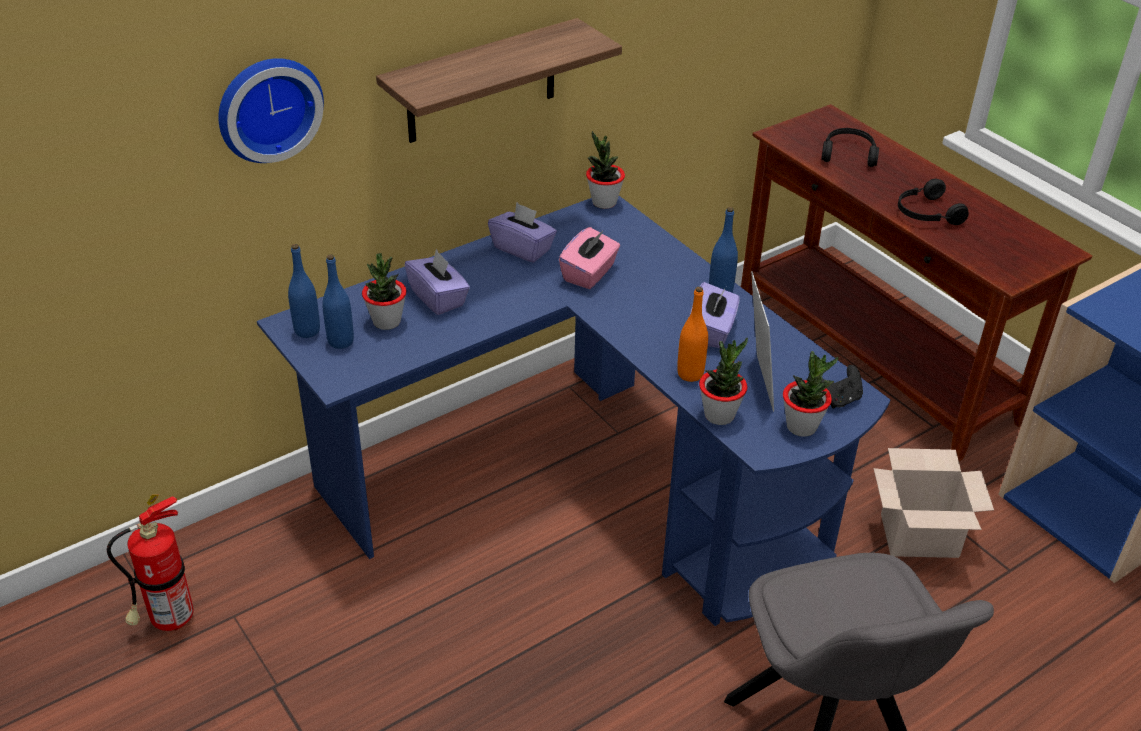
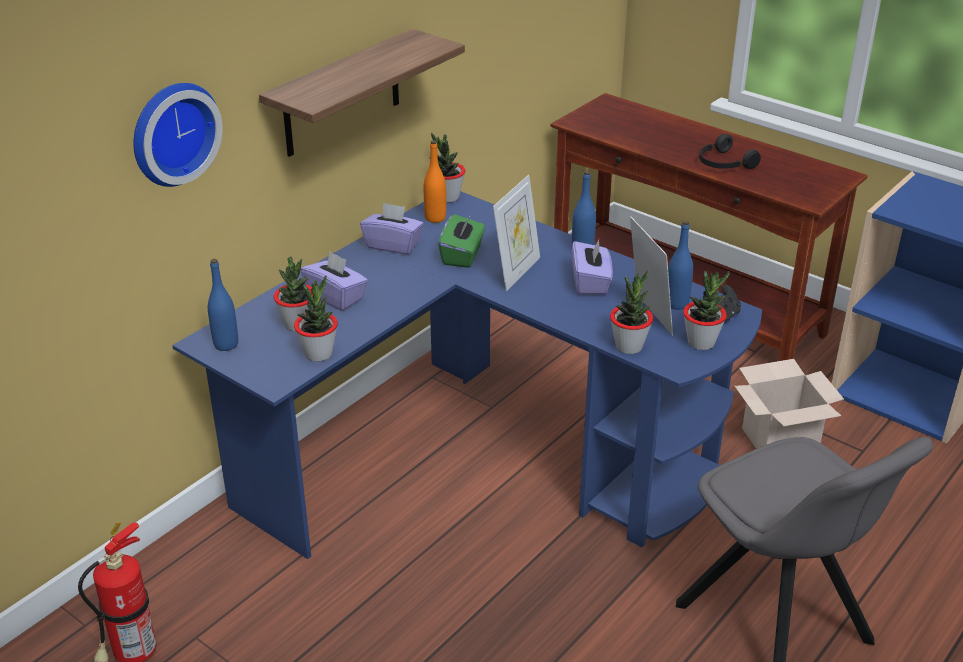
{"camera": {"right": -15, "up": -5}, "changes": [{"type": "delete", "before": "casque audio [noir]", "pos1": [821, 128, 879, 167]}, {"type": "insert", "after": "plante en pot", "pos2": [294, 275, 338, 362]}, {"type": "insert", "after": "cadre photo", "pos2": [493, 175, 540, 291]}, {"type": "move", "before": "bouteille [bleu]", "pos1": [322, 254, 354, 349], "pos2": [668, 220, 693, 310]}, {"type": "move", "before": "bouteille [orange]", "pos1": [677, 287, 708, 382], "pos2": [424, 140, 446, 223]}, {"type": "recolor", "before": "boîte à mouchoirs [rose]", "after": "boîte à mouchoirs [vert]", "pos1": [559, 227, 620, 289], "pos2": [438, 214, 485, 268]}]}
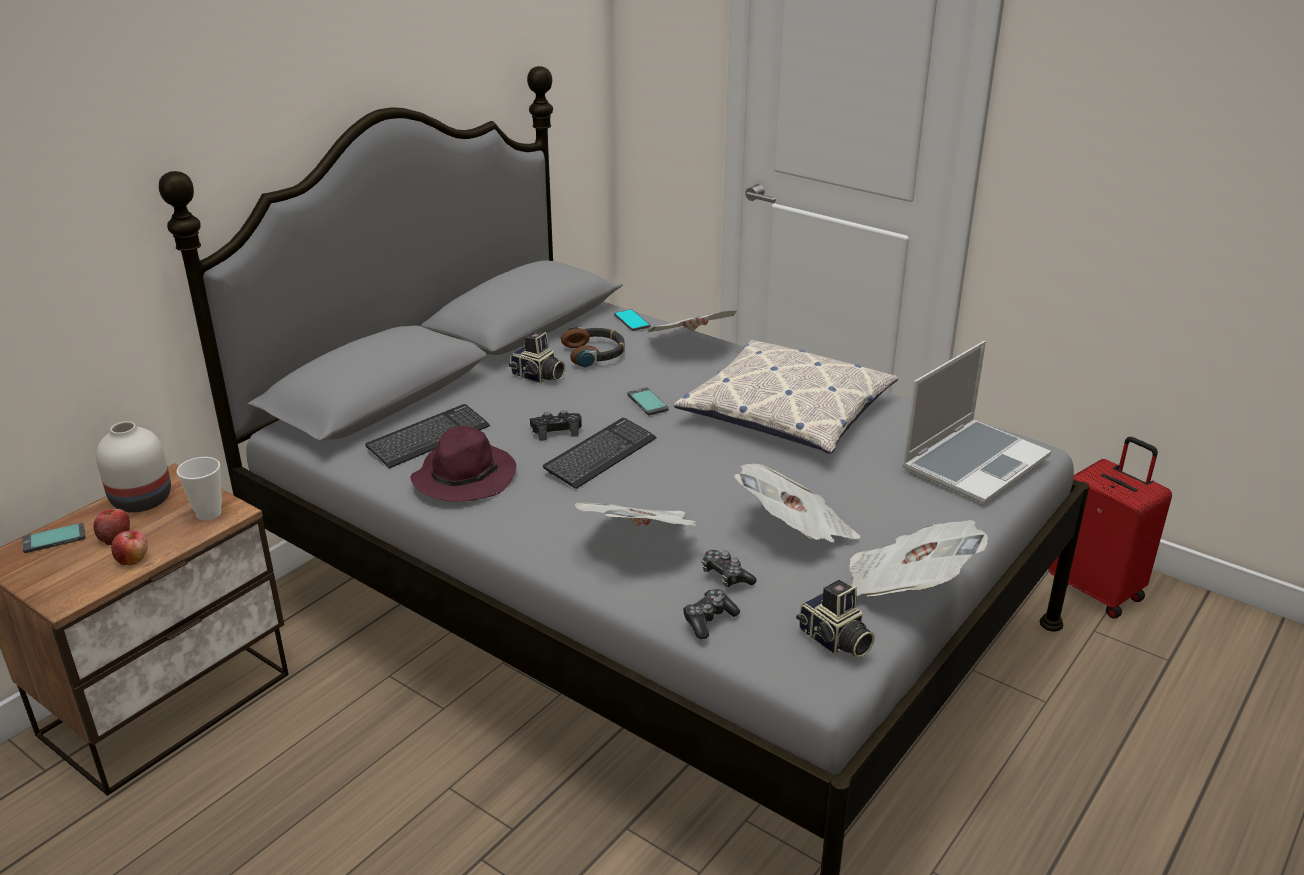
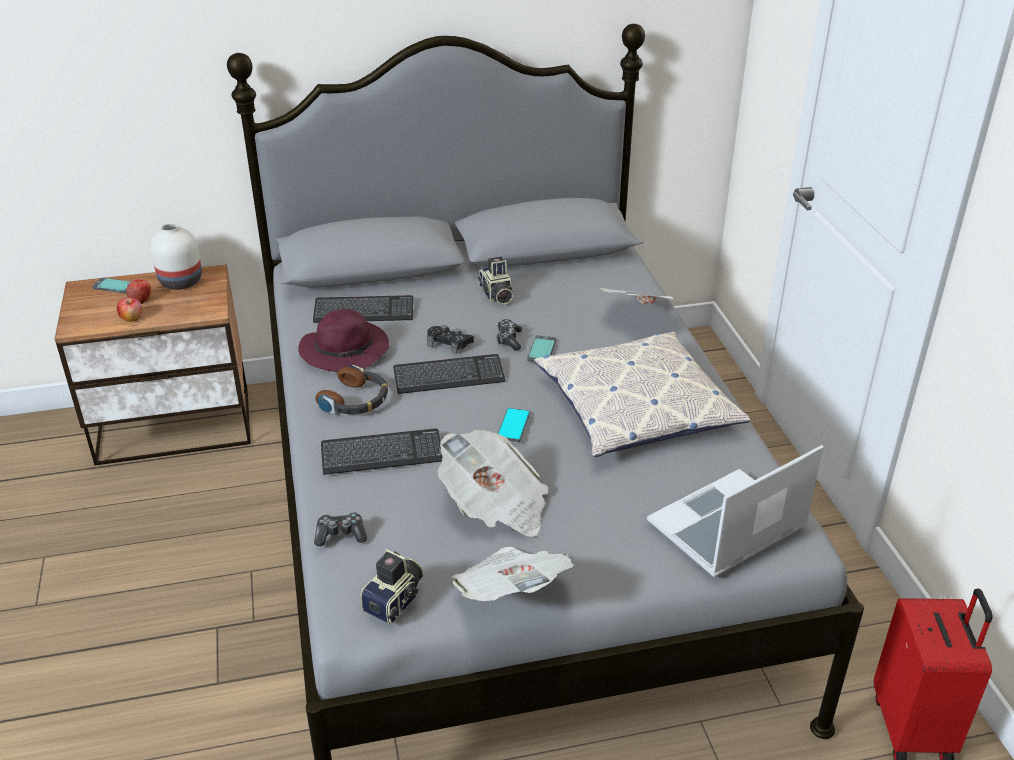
{"camera": {"right": 40, "up": 5}, "changes": [{"type": "delete", "before": "tasse", "pos1": [176, 457, 222, 520]}, {"type": "move", "before": "casque audio", "pos1": [561, 327, 625, 368], "pos2": [315, 365, 388, 414]}, {"type": "move", "before": "téléphone", "pos1": [614, 309, 651, 331], "pos2": [498, 408, 530, 442]}, {"type": "move", "before": "manette", "pos1": [702, 550, 757, 587], "pos2": [496, 319, 522, 351]}, {"type": "replace", "before": "journal", "after": "clavier", "pos1": [575, 503, 697, 526], "pos2": [321, 428, 443, 475]}, {"type": "rotate", "before": "appareil photo", "pos1": [796, 580, 875, 657], "pos2": [360, 549, 424, 624], "turn": -150}, {"type": "rotate", "before": "ordinateur portable", "pos1": [902, 341, 1051, 504], "pos2": [647, 445, 823, 578], "turn": 150}]}
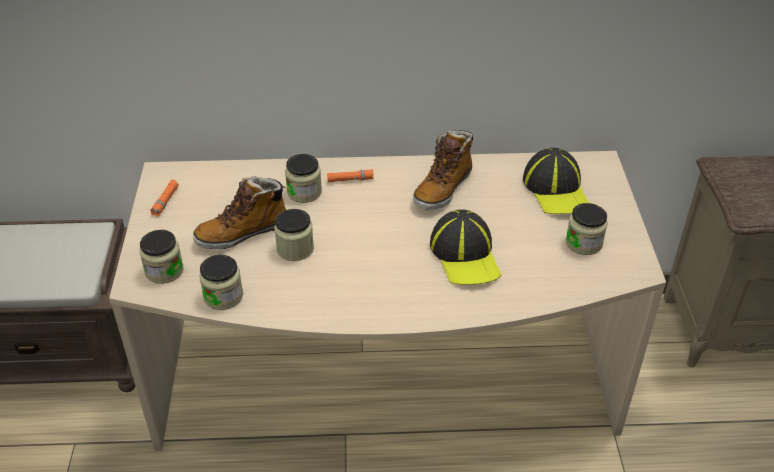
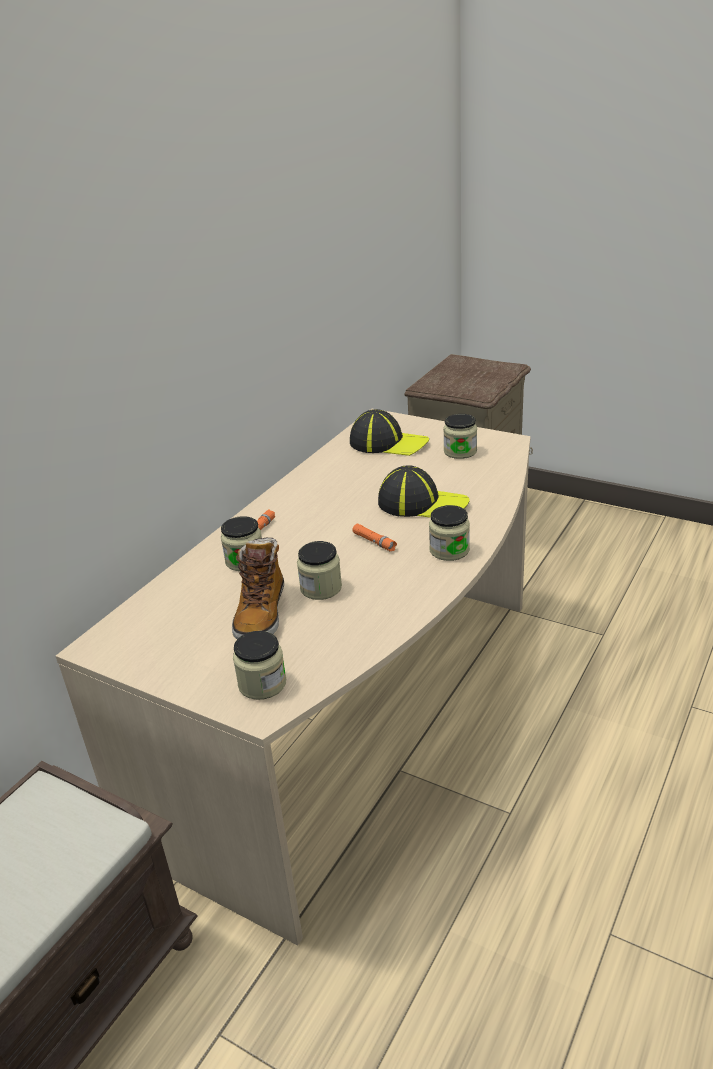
{"camera": {"right": -55, "up": -10}, "changes": [{"type": "delete", "before": "botte", "pos1": [413, 130, 473, 210]}, {"type": "move", "before": "lampe de poche [orange]", "pos1": [151, 180, 179, 217], "pos2": [353, 524, 397, 552]}, {"type": "move", "before": "bocal", "pos1": [199, 255, 243, 310], "pos2": [429, 505, 470, 561]}]}
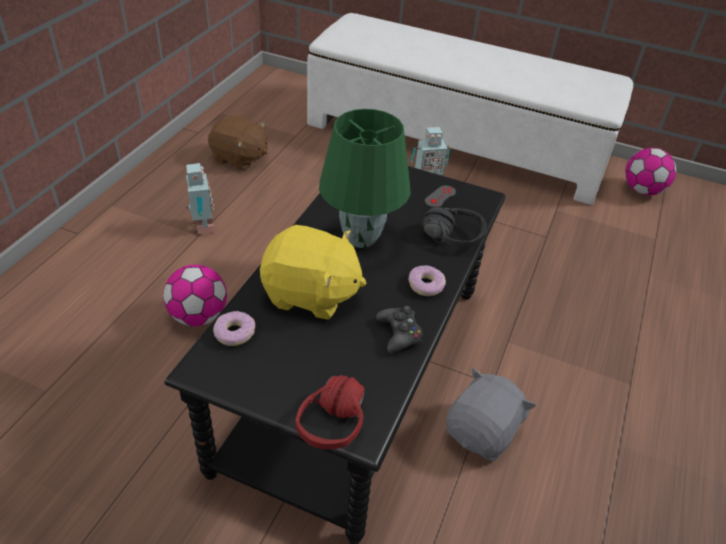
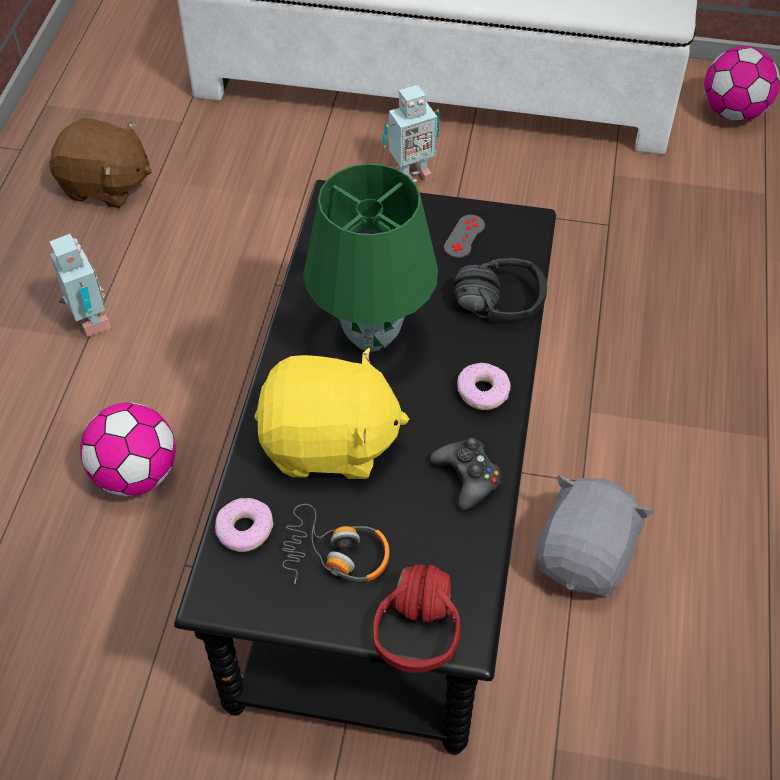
{"camera": {"right": -10, "up": 10}, "changes": [{"type": "insert", "after": "casque audio", "pos2": [283, 504, 390, 584]}]}
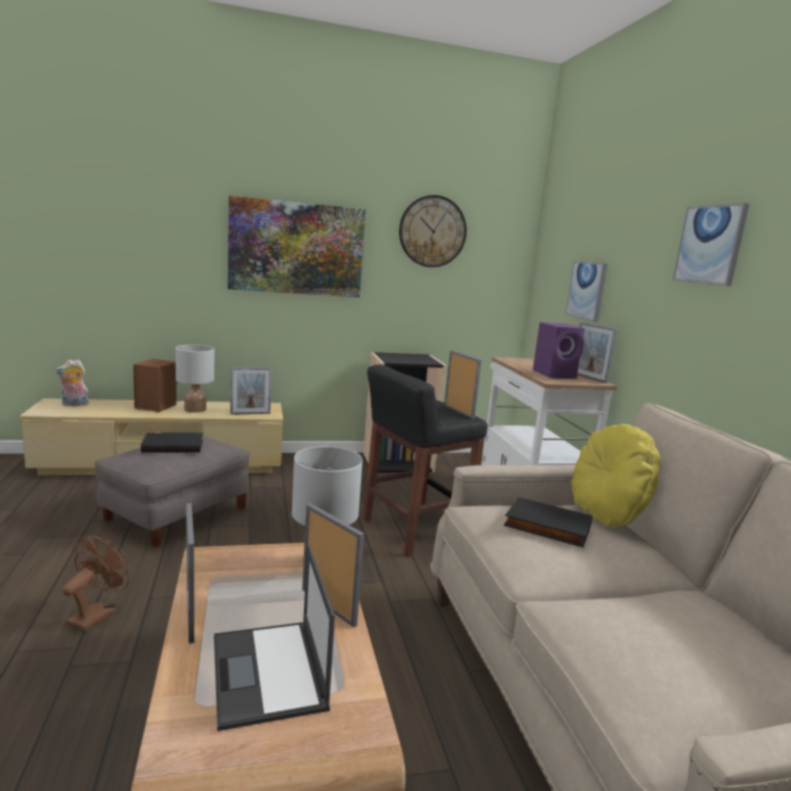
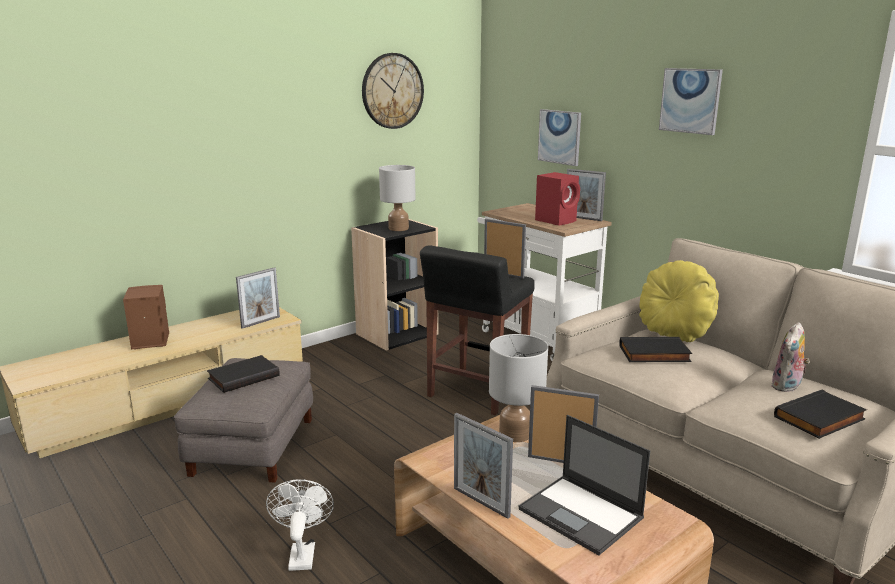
{"camera": {"right": -25, "up": 5}, "changes": [{"type": "delete", "before": "tableau", "pos1": [228, 196, 366, 298]}, {"type": "insert", "after": "livre [noir]", "pos2": [774, 390, 867, 439]}, {"type": "move", "before": "peluche", "pos1": [55, 359, 89, 406], "pos2": [771, 322, 810, 392]}, {"type": "move", "before": "lampe de table [gris]", "pos1": [175, 345, 214, 413], "pos2": [379, 165, 416, 231]}, {"type": "recolor", "before": "ventilateur [marron]", "after": "ventilateur [blanc]", "pos1": [62, 535, 129, 632], "pos2": [266, 480, 334, 571]}, {"type": "recolor", "before": "enceinte [violet]", "after": "enceinte [rouge]", "pos1": [533, 322, 585, 378], "pos2": [535, 172, 580, 225]}]}
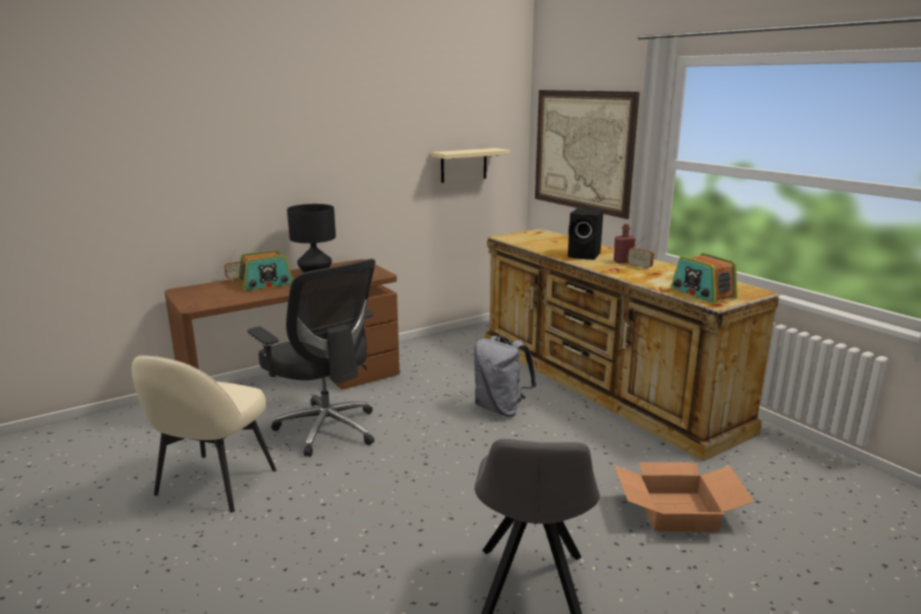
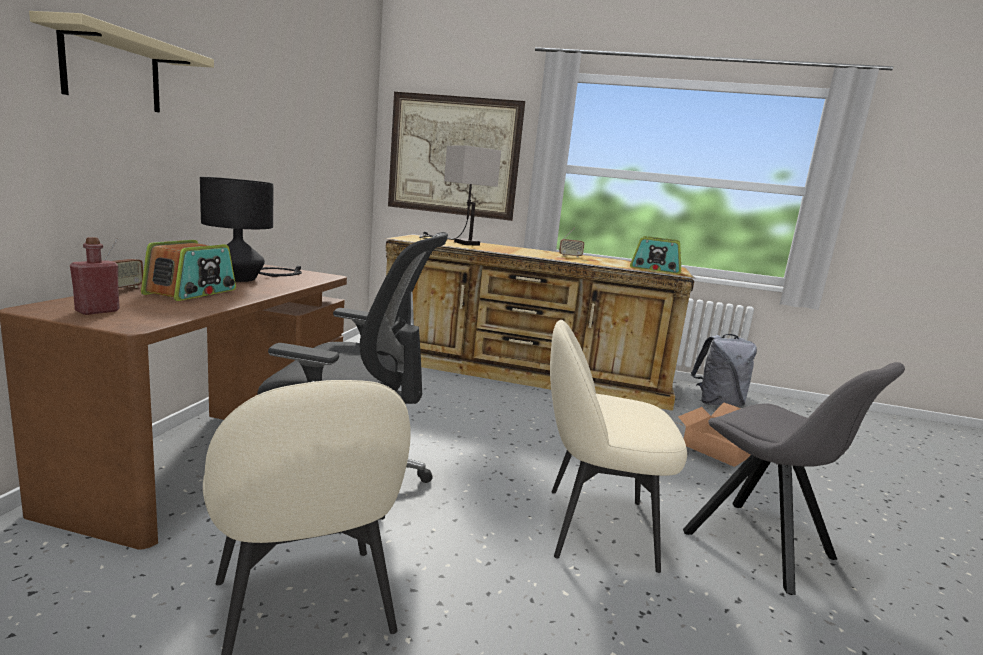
{"camera": {"right": -45, "up": -5}, "changes": [{"type": "delete", "before": "enceinte [noir]", "pos1": [568, 208, 604, 260]}, {"type": "insert", "after": "lampe de table", "pos2": [419, 145, 501, 246]}, {"type": "insert", "after": "chaise [beige]", "pos2": [550, 320, 687, 573]}, {"type": "move", "before": "étagère [beige]", "pos1": [431, 148, 510, 183], "pos2": [29, 11, 214, 113]}, {"type": "move", "before": "sac à dos [gris]", "pos1": [474, 335, 537, 416], "pos2": [690, 334, 757, 406]}, {"type": "move", "before": "bouteille [rouge]", "pos1": [614, 224, 636, 263], "pos2": [70, 237, 120, 315]}]}
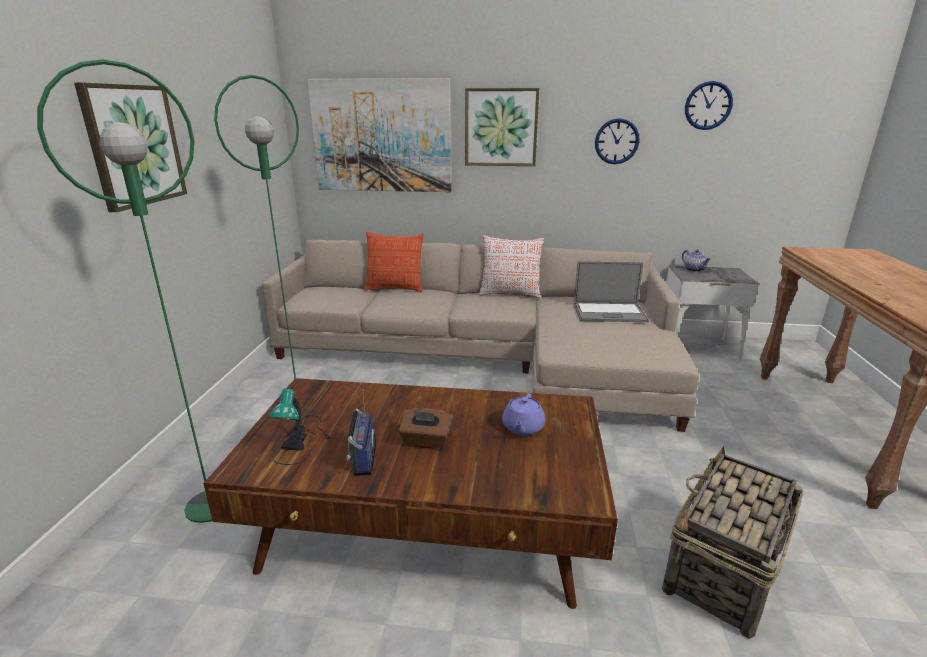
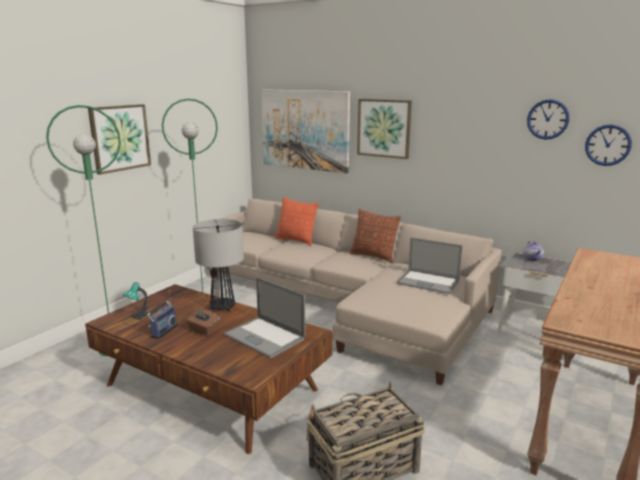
{"camera": {"right": 25, "up": -5}, "changes": [{"type": "insert", "after": "lampe de table", "pos2": [193, 219, 244, 311]}, {"type": "move", "before": "horloge murale", "pos1": [595, 118, 639, 164], "pos2": [585, 124, 632, 166]}, {"type": "replace", "before": "théière [violet]", "after": "ordinateur portable", "pos1": [502, 393, 545, 436], "pos2": [224, 277, 306, 358]}, {"type": "recolor", "before": "coussin [blanc]", "after": "coussin [marron]", "pos1": [479, 235, 544, 298], "pos2": [350, 208, 401, 263]}]}
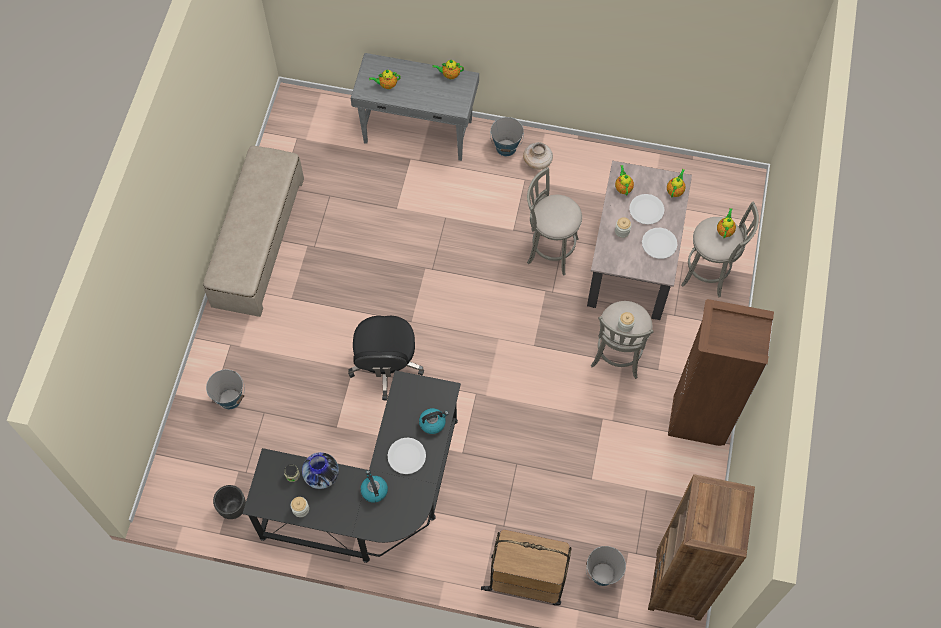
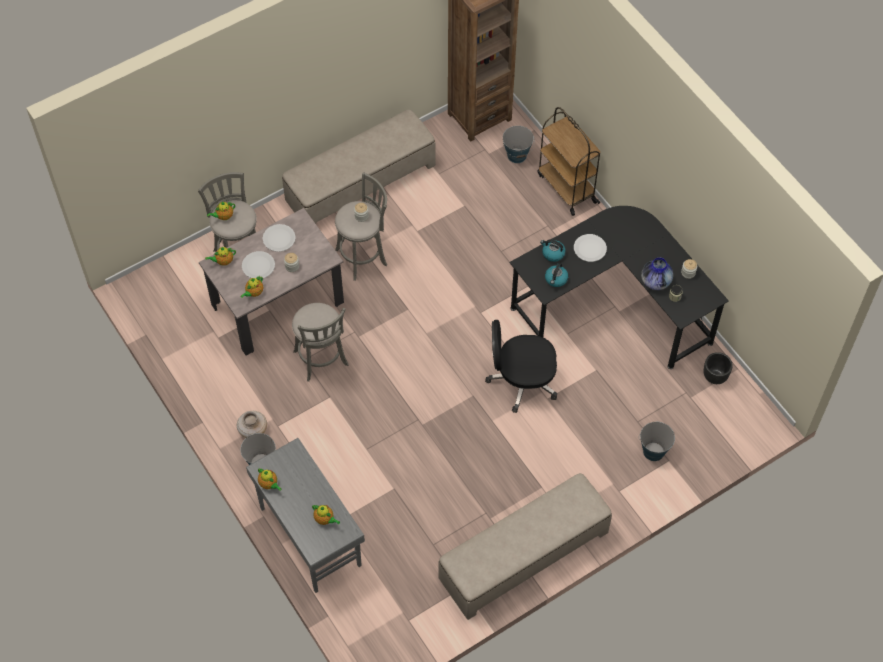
{"camera": {"right": -135, "up": -5}, "changes": [{"type": "move", "before": "bouilloire", "pos1": [360, 470, 388, 503], "pos2": [545, 263, 568, 287]}, {"type": "replace", "before": "meuble de rangement [marron]", "after": "banc [beige]", "pos1": [668, 299, 774, 446], "pos2": [282, 109, 436, 224]}, {"type": "rotate", "before": "chaise de bureau [noir]", "pos1": [348, 316, 424, 401], "pos2": [485, 320, 557, 413], "turn": -135}]}
